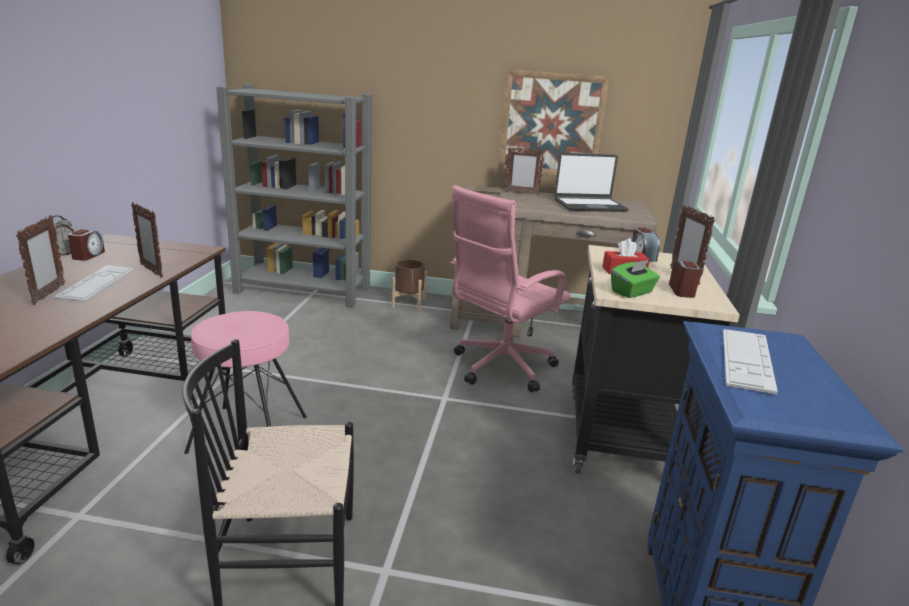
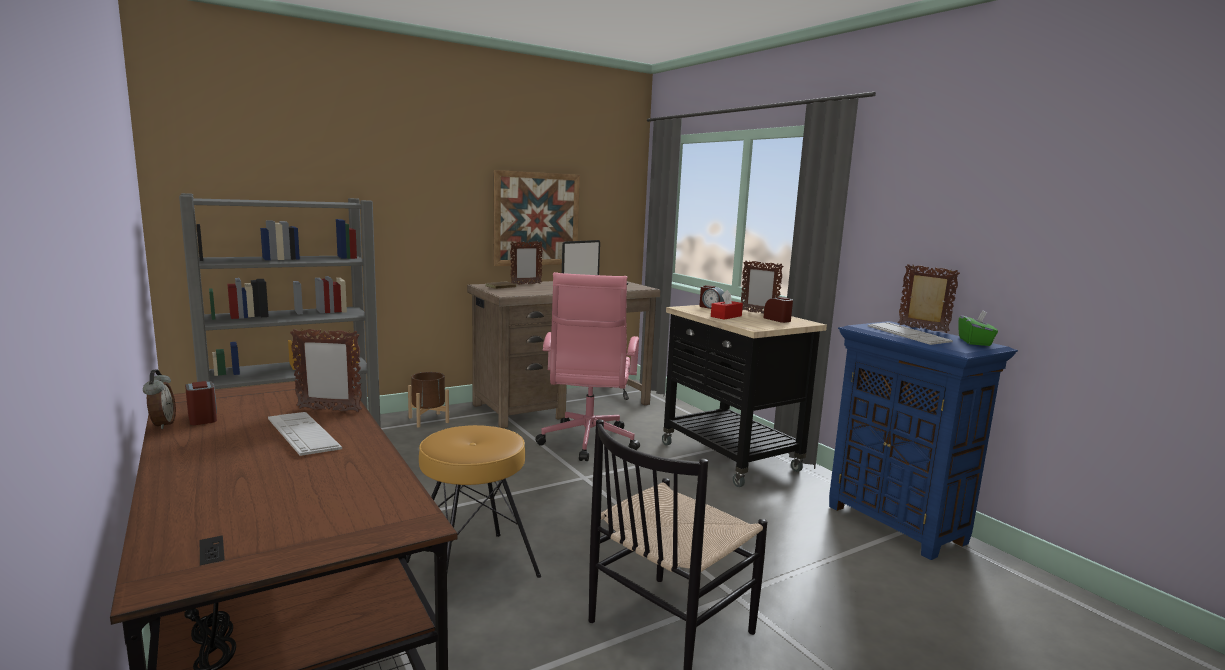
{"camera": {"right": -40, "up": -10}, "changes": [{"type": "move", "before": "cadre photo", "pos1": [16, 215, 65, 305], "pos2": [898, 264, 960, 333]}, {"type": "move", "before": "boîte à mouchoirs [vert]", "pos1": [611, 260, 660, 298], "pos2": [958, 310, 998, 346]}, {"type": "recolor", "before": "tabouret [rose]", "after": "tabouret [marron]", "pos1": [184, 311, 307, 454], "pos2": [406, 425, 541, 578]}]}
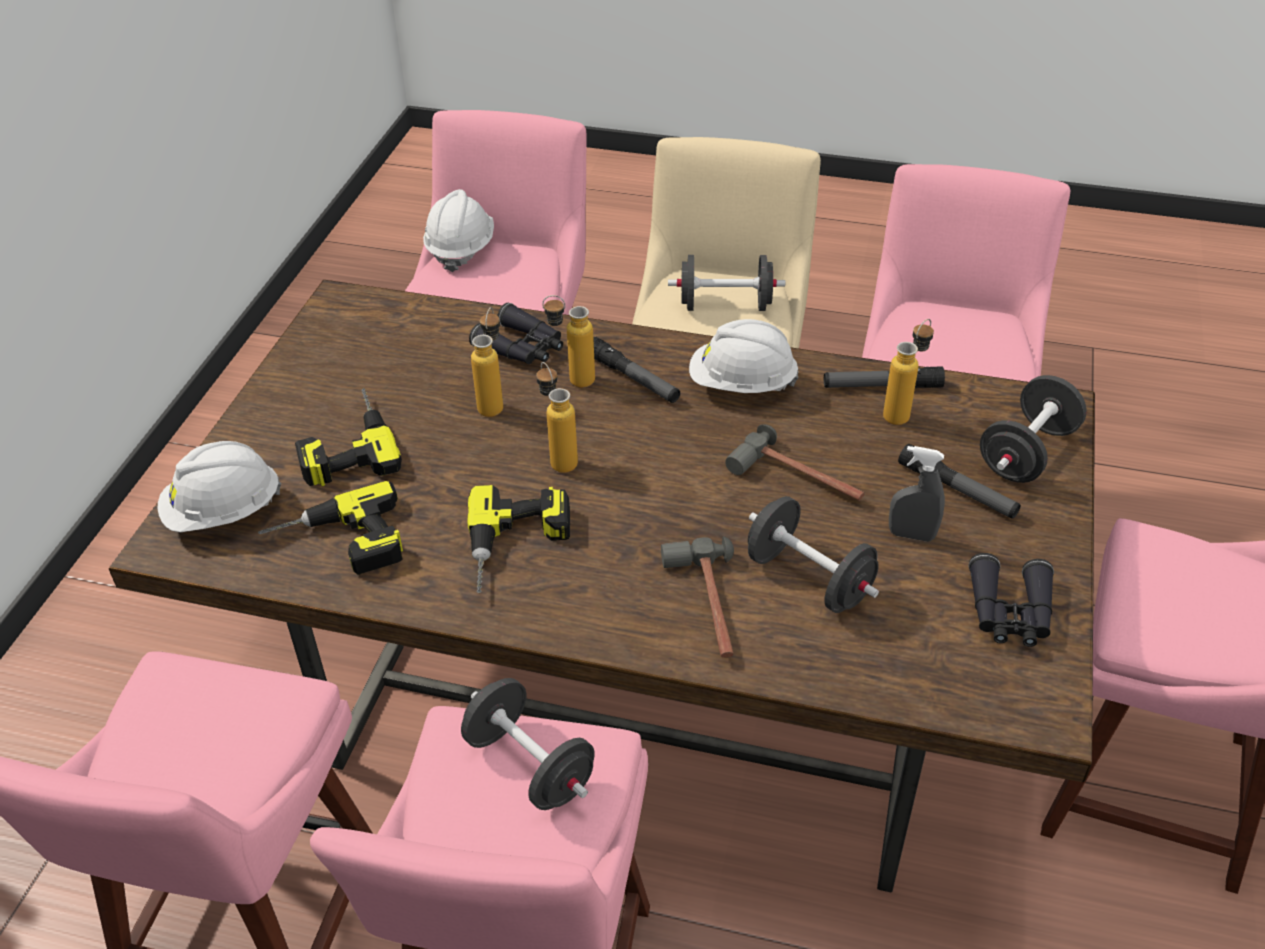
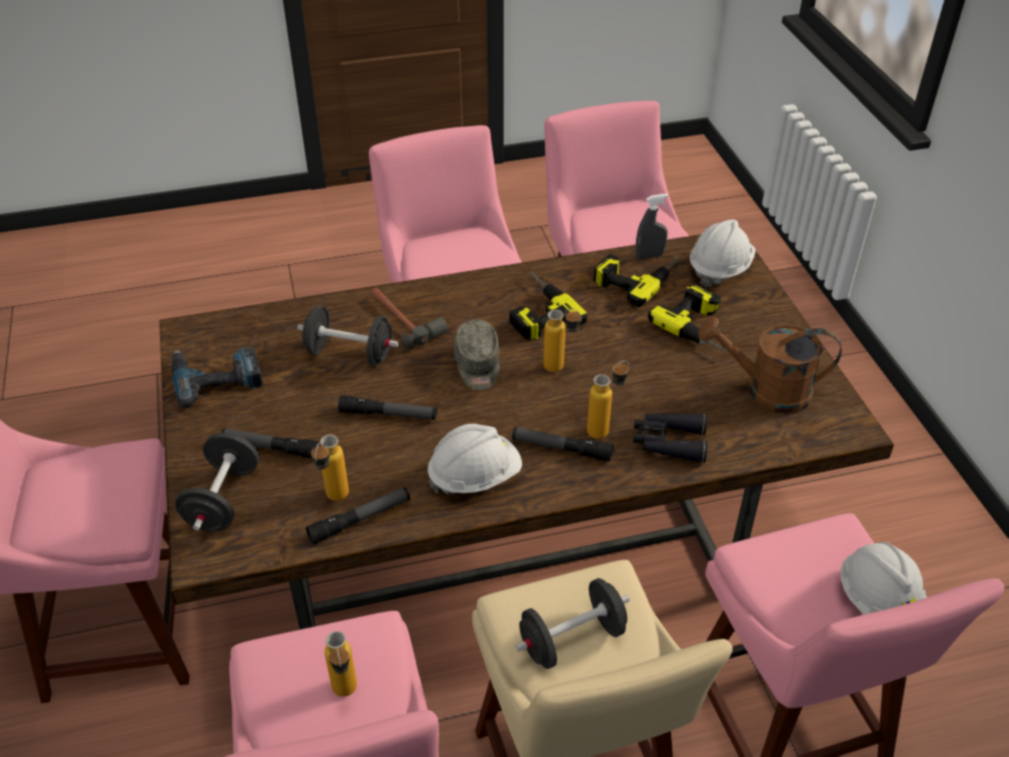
{"camera": {"right": 150, "up": 0}, "changes": [{"type": "delete", "before": "haltère [noir]", "pos1": [461, 678, 595, 810]}, {"type": "insert", "after": "casquette [gris]", "pos2": [454, 320, 500, 390]}, {"type": "insert", "after": "arrosoir [marron]", "pos2": [698, 316, 841, 414]}, {"type": "move", "before": "bouteille", "pos1": [471, 307, 503, 417], "pos2": [325, 631, 357, 697]}, {"type": "move", "before": "vaporisateur [gris]", "pos1": [889, 446, 945, 542], "pos2": [636, 194, 669, 259]}, {"type": "replace", "before": "marteau", "after": "lampe de poche", "pos1": [725, 424, 865, 501], "pos2": [338, 395, 437, 420]}, {"type": "replace", "before": "jumelles [noir]", "after": "perceuse", "pos1": [969, 553, 1054, 647], "pos2": [171, 346, 263, 408]}]}
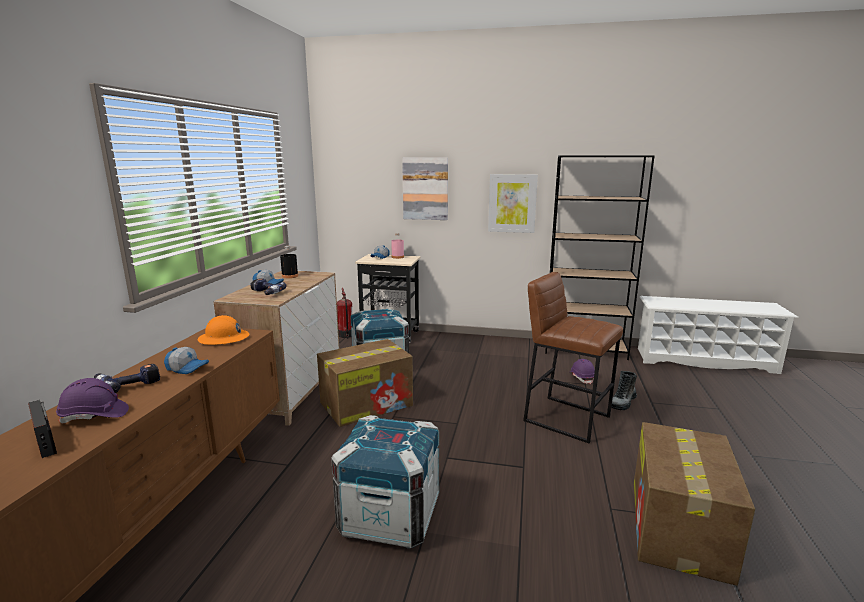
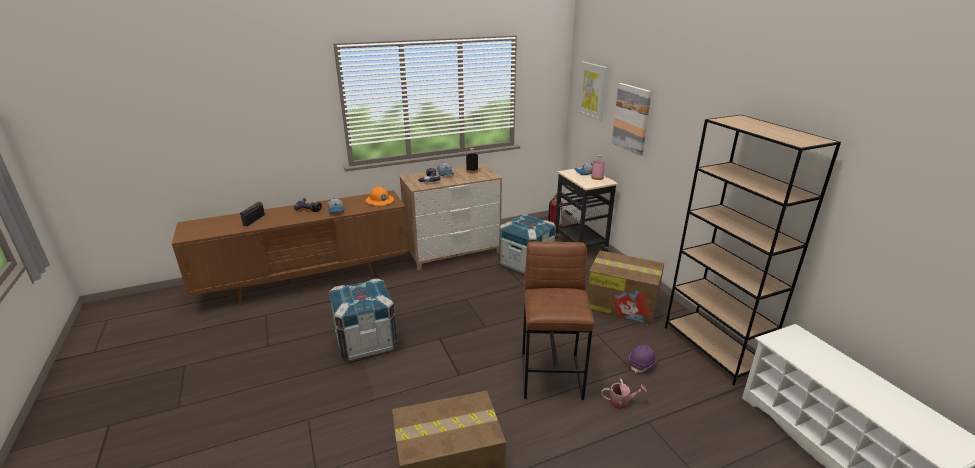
{"camera": {"right": 55, "up": 10}, "changes": [{"type": "delete", "before": "casque de chantier [violet]", "pos1": [56, 378, 129, 423]}, {"type": "move", "before": "carton", "pos1": [317, 339, 413, 427], "pos2": [587, 251, 664, 324]}, {"type": "move", "before": "tableau", "pos1": [488, 174, 538, 233], "pos2": [577, 61, 607, 122]}, {"type": "replace", "before": "botte", "after": "arrosoir", "pos1": [611, 371, 637, 410], "pos2": [601, 378, 647, 409]}]}
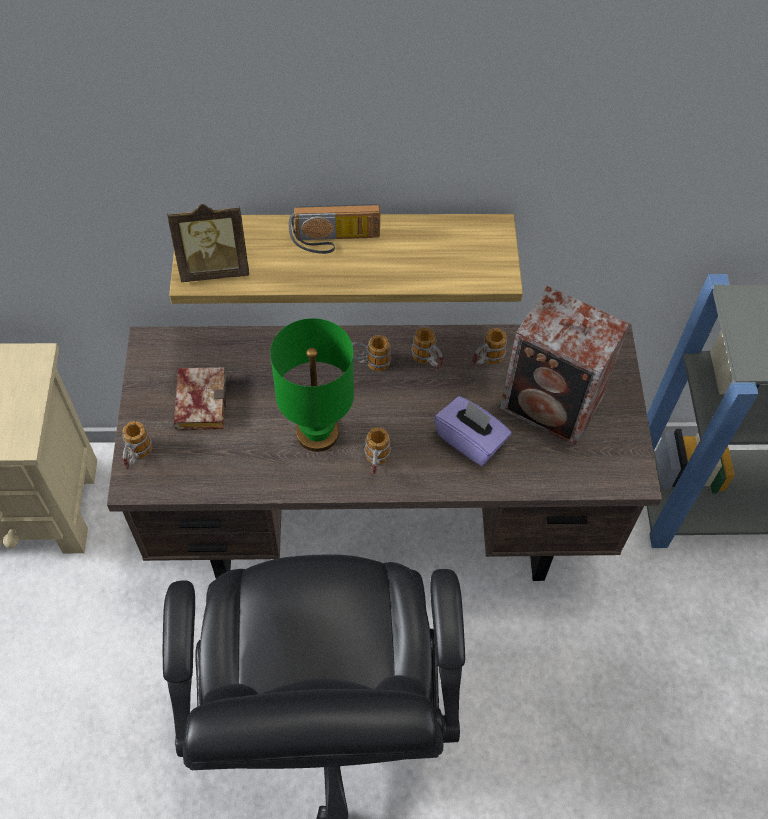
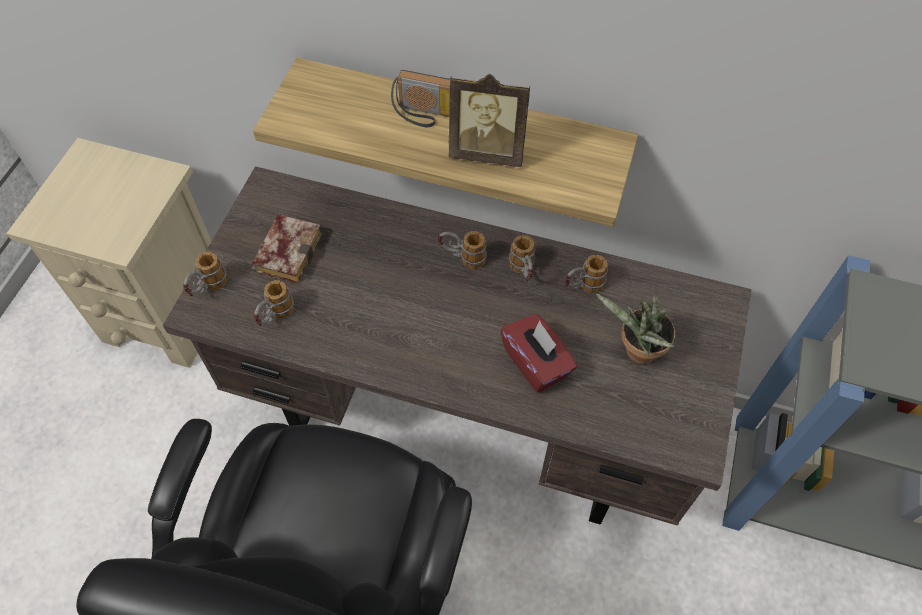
{"camera": {"right": 20, "up": 0}, "changes": [{"type": "delete", "before": "lampe de table [vert]", "pos1": [270, 318, 354, 452]}, {"type": "move", "before": "cadre photo", "pos1": [167, 204, 249, 282], "pos2": [449, 74, 530, 167]}, {"type": "move", "before": "mug", "pos1": [365, 428, 391, 476], "pos2": [253, 280, 294, 326]}, {"type": "replace", "before": "enceinte", "after": "plante en pot", "pos1": [500, 286, 630, 446], "pos2": [596, 294, 675, 364]}, {"type": "recolor", "before": "boîte à mouchoirs [violet]", "after": "boîte à mouchoirs [rouge]", "pos1": [434, 396, 511, 466], "pos2": [500, 314, 577, 392]}]}
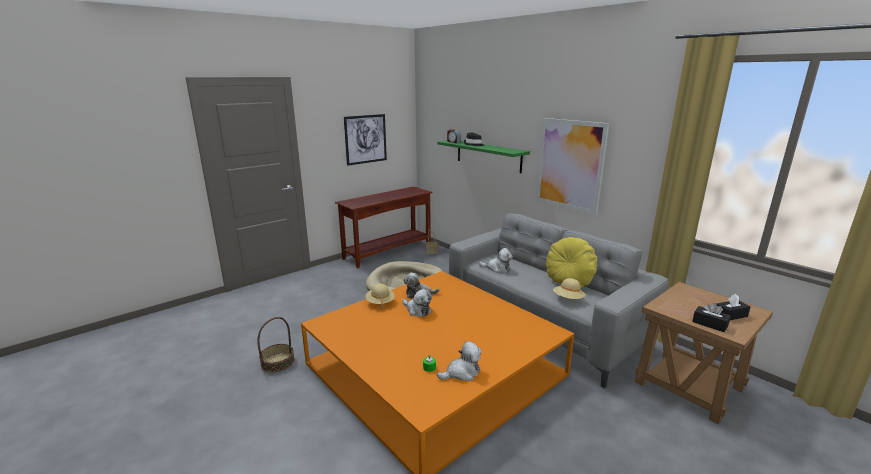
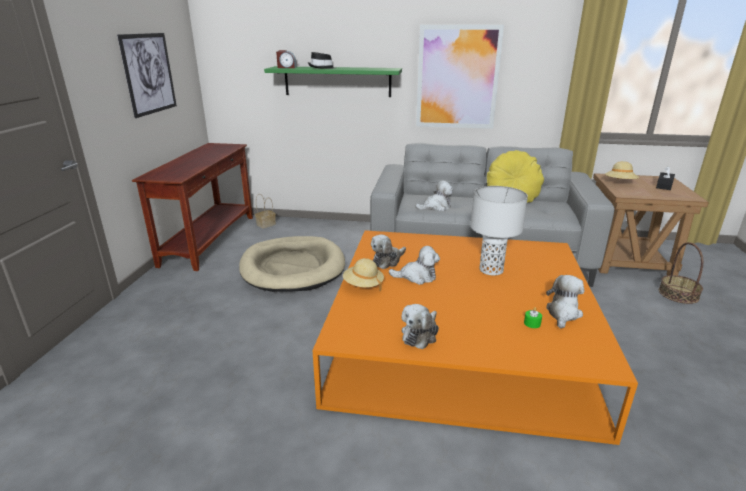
{"camera": {"right": -40, "up": 5}, "changes": [{"type": "delete", "before": "boîte à mouchoirs [noir]", "pos1": [692, 303, 731, 332]}, {"type": "insert", "after": "peluche", "pos2": [401, 304, 439, 349]}, {"type": "insert", "after": "lampe de table [blanc]", "pos2": [470, 186, 528, 276]}, {"type": "move", "before": "panier", "pos1": [257, 317, 295, 373], "pos2": [659, 242, 703, 304]}, {"type": "move", "before": "chapeau [beige]", "pos1": [553, 278, 586, 299], "pos2": [605, 161, 639, 179]}]}
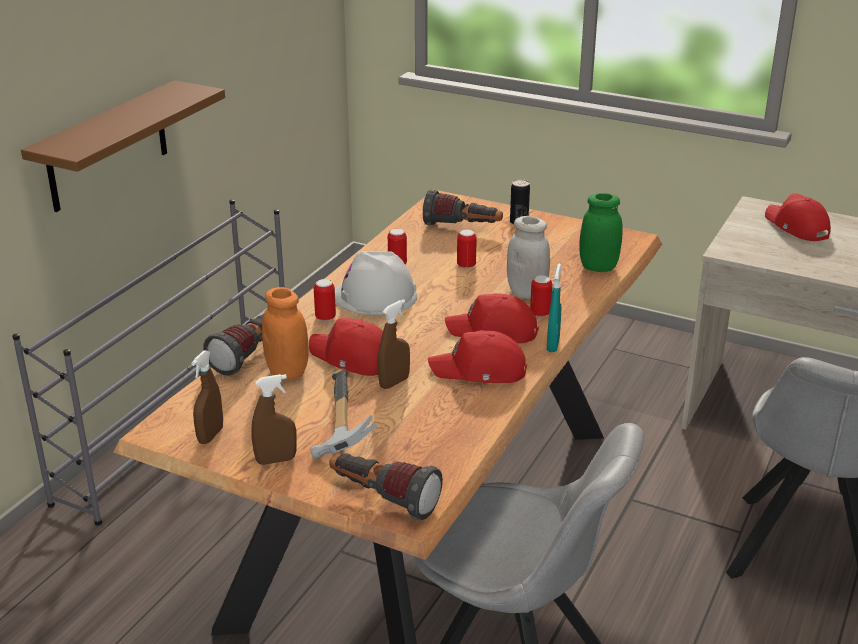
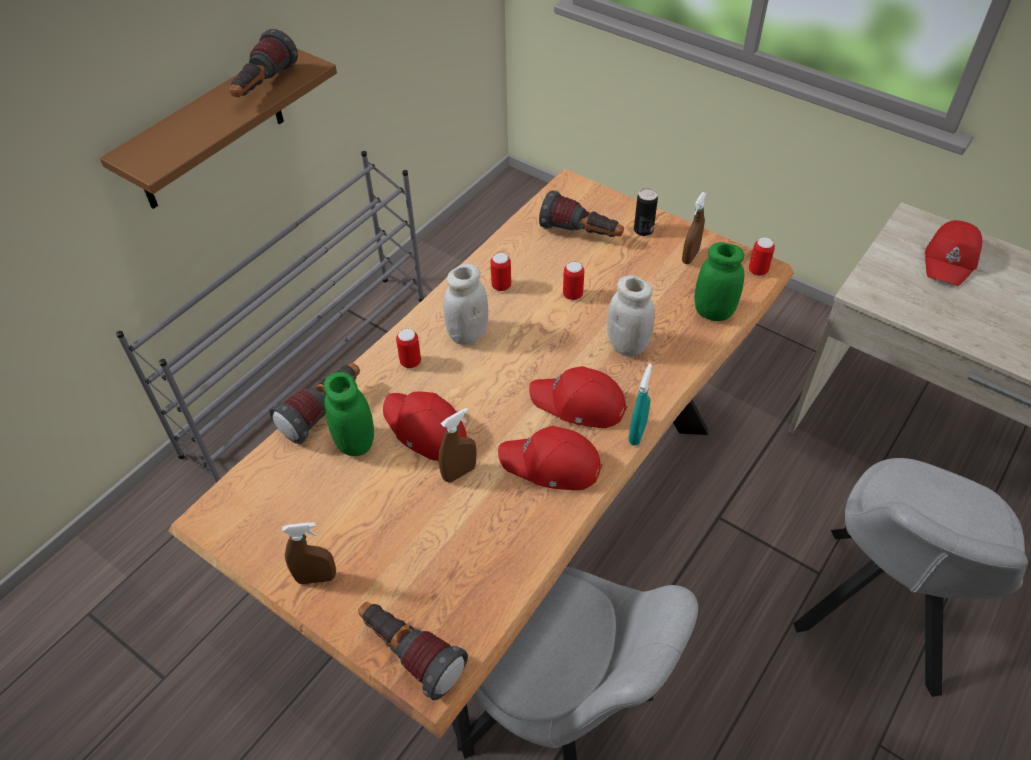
{"camera": {"right": 10, "up": 20}, "changes": [{"type": "delete", "before": "marteau", "pos1": [310, 369, 377, 459]}, {"type": "insert", "after": "lampe de poche", "pos2": [230, 29, 298, 97]}, {"type": "move", "before": "vaporisateur [marron]", "pos1": [191, 350, 223, 444], "pos2": [682, 192, 707, 264]}, {"type": "move", "before": "boîte métallique", "pos1": [530, 275, 552, 317], "pos2": [749, 238, 775, 276]}, {"type": "replace", "before": "casque de chantier [blanc]", "after": "bocal [blanc]", "pos1": [335, 251, 417, 315], "pos2": [443, 264, 488, 345]}, {"type": "recolor", "before": "bocal [orange]", "after": "bocal [vert]", "pos1": [262, 287, 309, 380], "pos2": [324, 372, 374, 456]}, {"type": "rotate", "before": "casquette [rouge]", "pos1": [765, 193, 831, 241], "pos2": [925, 220, 982, 286], "turn": -135}]}
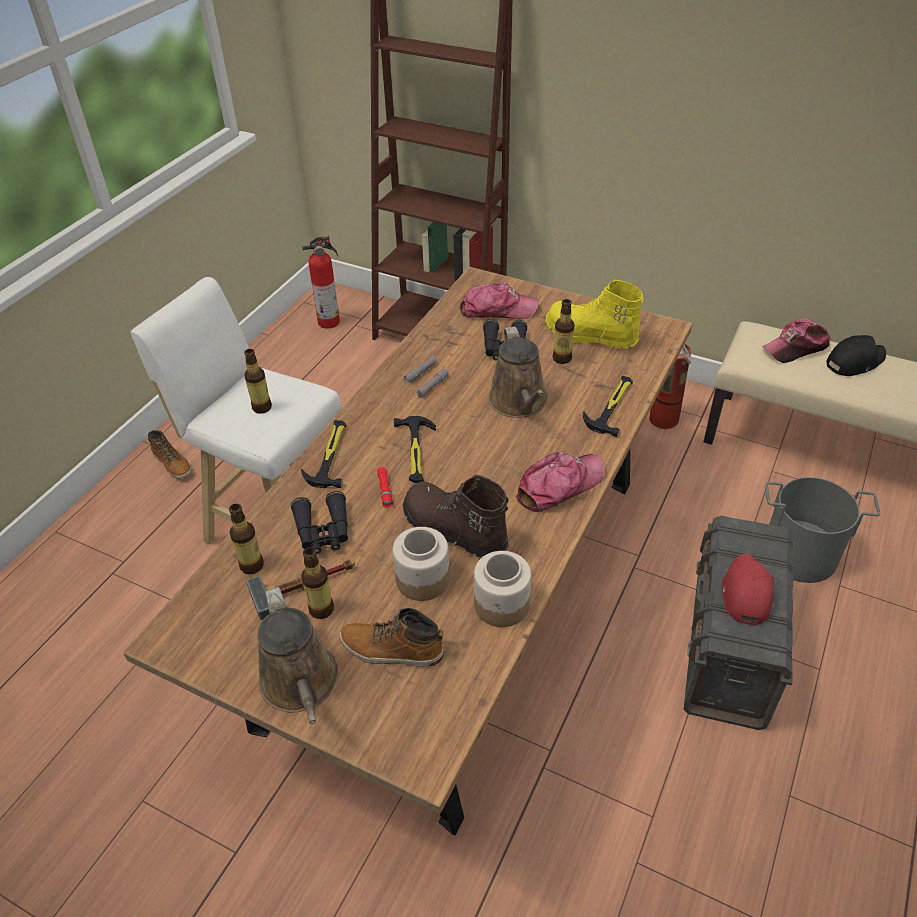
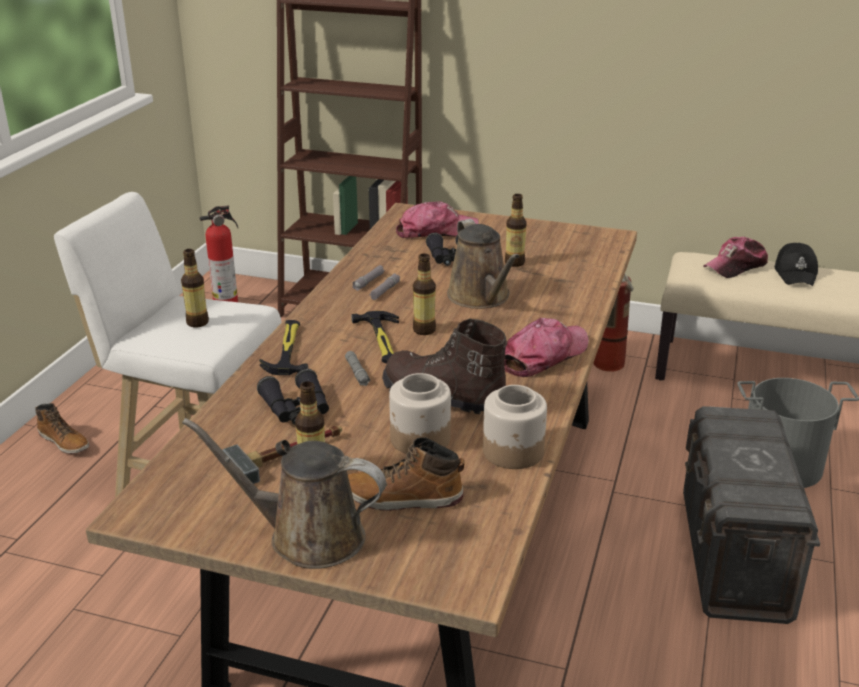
{"camera": {"right": -10, "up": -15}, "changes": [{"type": "delete", "before": "botte [jaune]", "pos1": [546, 280, 644, 349]}, {"type": "delete", "before": "marteau", "pos1": [583, 376, 633, 437]}, {"type": "delete", "before": "casquette [rouge]", "pos1": [722, 553, 774, 626]}, {"type": "move", "before": "bouteille", "pos1": [229, 504, 264, 574], "pos2": [413, 253, 436, 335]}, {"type": "recolor", "before": "lampe de poche [rouge]", "after": "lampe de poche [gris]", "pos1": [377, 467, 393, 508], "pos2": [345, 351, 370, 386]}, {"type": "rotate", "before": "arrosoir [marron]", "pos1": [257, 587, 338, 724], "pos2": [182, 418, 386, 569], "turn": 135}, {"type": "rotate", "before": "casquette [noir]", "pos1": [826, 335, 886, 376], "pos2": [775, 243, 818, 286], "turn": 135}]}
